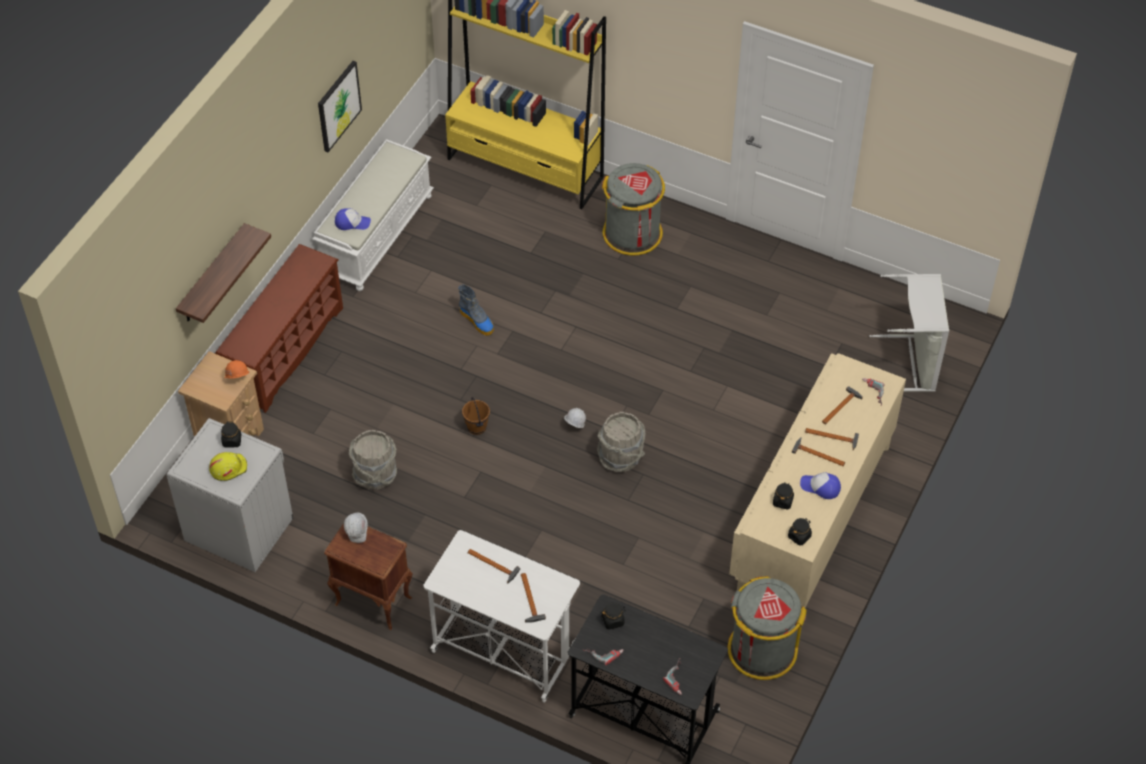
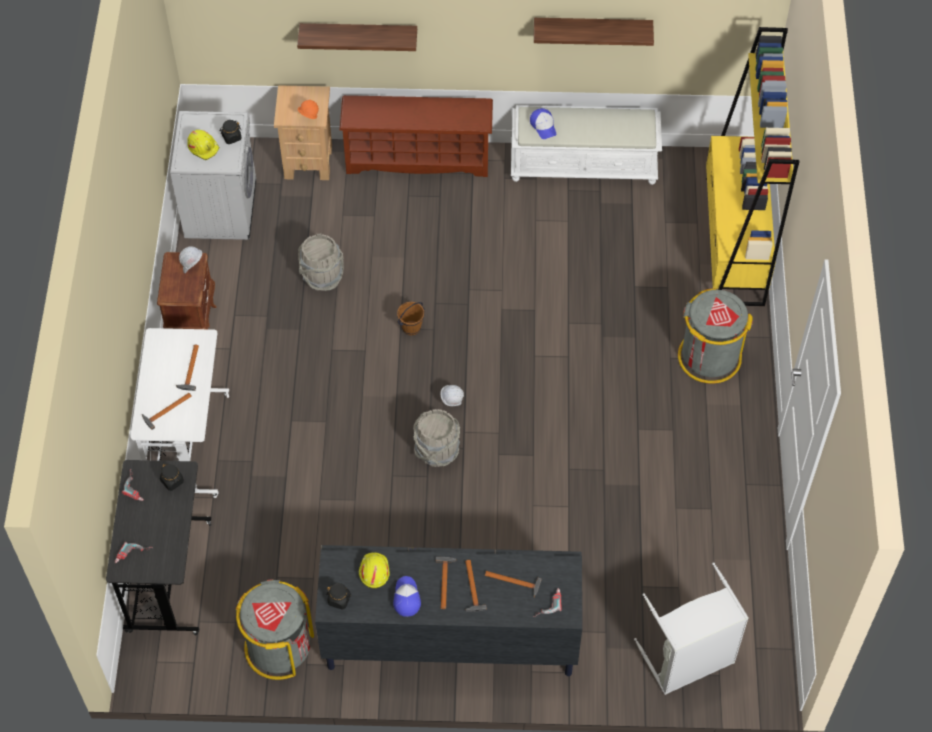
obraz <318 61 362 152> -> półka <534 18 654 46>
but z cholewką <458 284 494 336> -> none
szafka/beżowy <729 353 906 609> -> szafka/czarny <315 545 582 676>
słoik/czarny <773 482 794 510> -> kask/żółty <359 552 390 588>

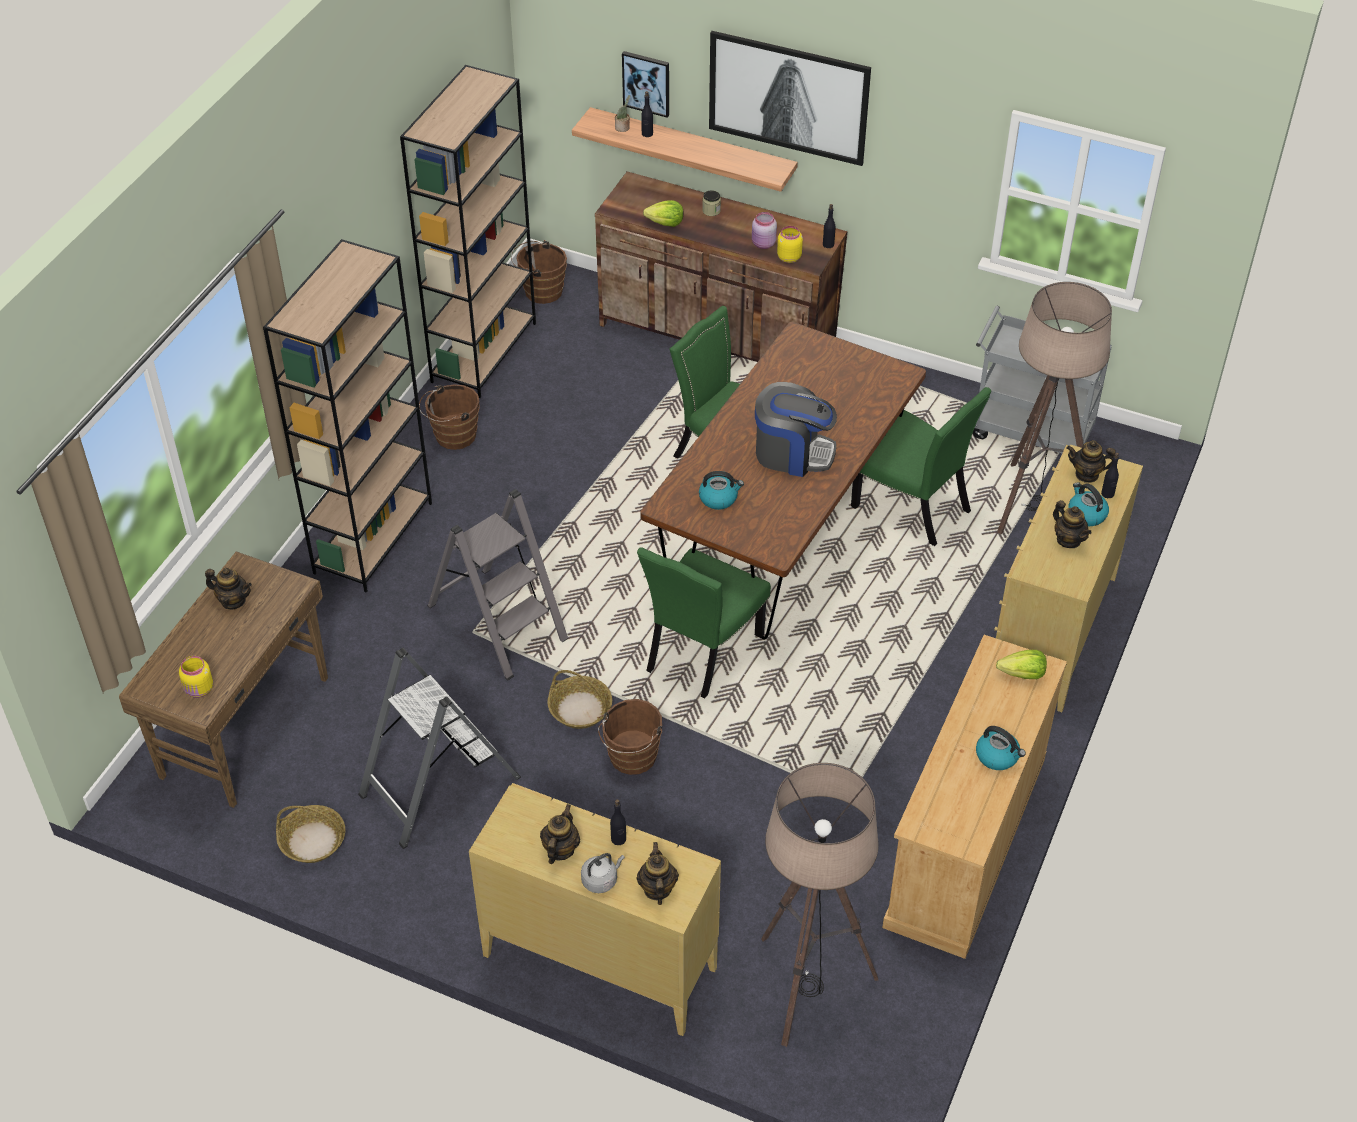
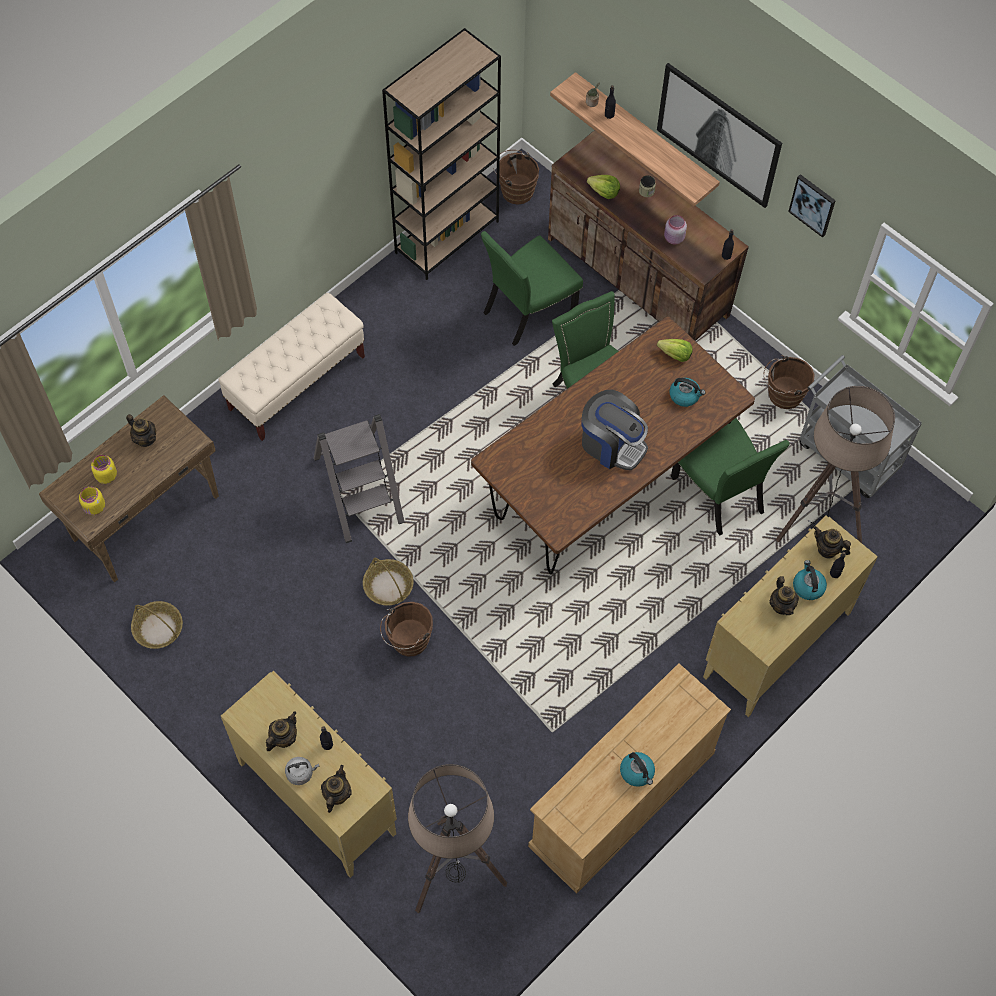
regał/beżowy <263 239 432 593> -> ławka/beżowy <218 293 365 441>
drabinka/szary <358 648 521 849> -> none
wiadro/brązowy <419 384 480 450> -> wiadro/brązowy <763 355 815 409>, shifted
obraz <622 51 669 118> -> obraz <788 174 836 238>, shifted
krzesło/zielony <637 547 771 698> -> krzesło/zielony <481 231 583 346>, shifted
czajnik <699 471 744 510> -> czajnik <670 378 705 407>, shifted
słoik/żółty <777 226 803 263> -> słoik/żółty <91 455 117 484>, shifted
sałata <996 650 1047 679> -> sałata <657 339 693 362>, shifted

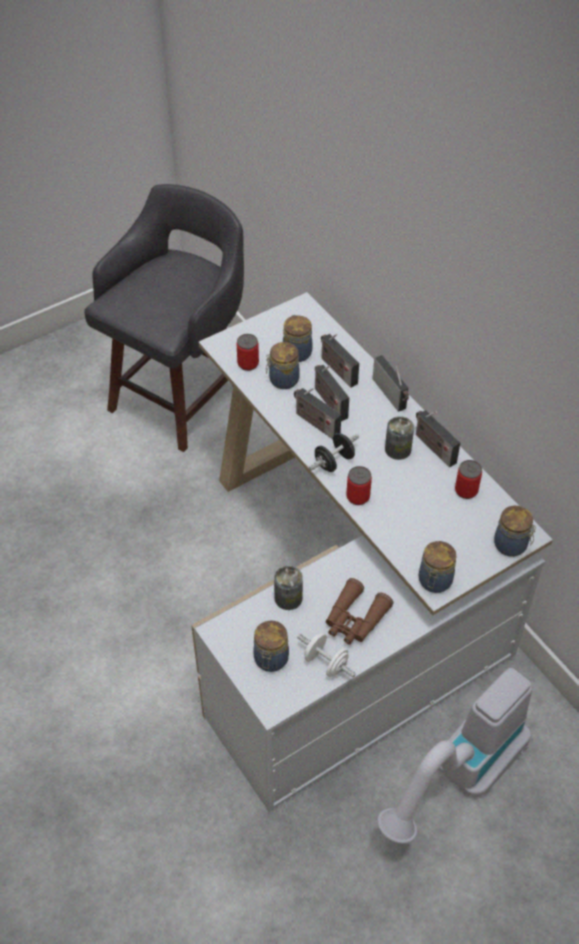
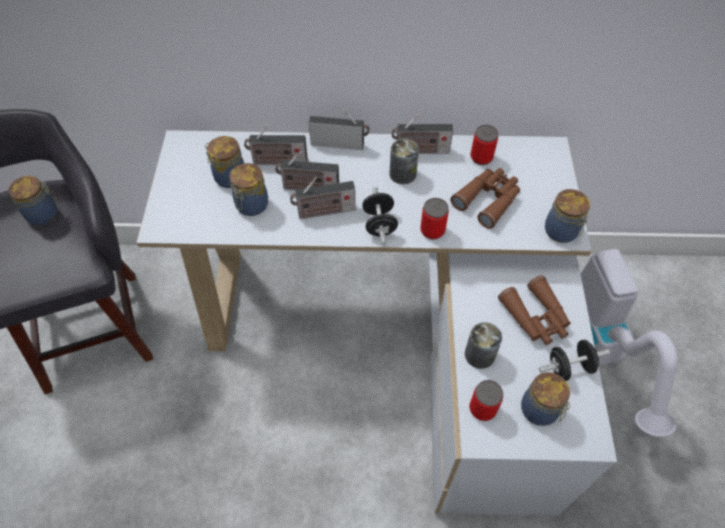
puszka <237 334 259 371> -> puszka <469 380 503 421>, shifted
hantel/biały <297 633 356 677> -> hantel/czarny <539 340 610 381>
słoik <494 506 536 557> -> słoik <8 176 57 225>, shifted
none -> lornetka/brązowy <450 168 520 229>

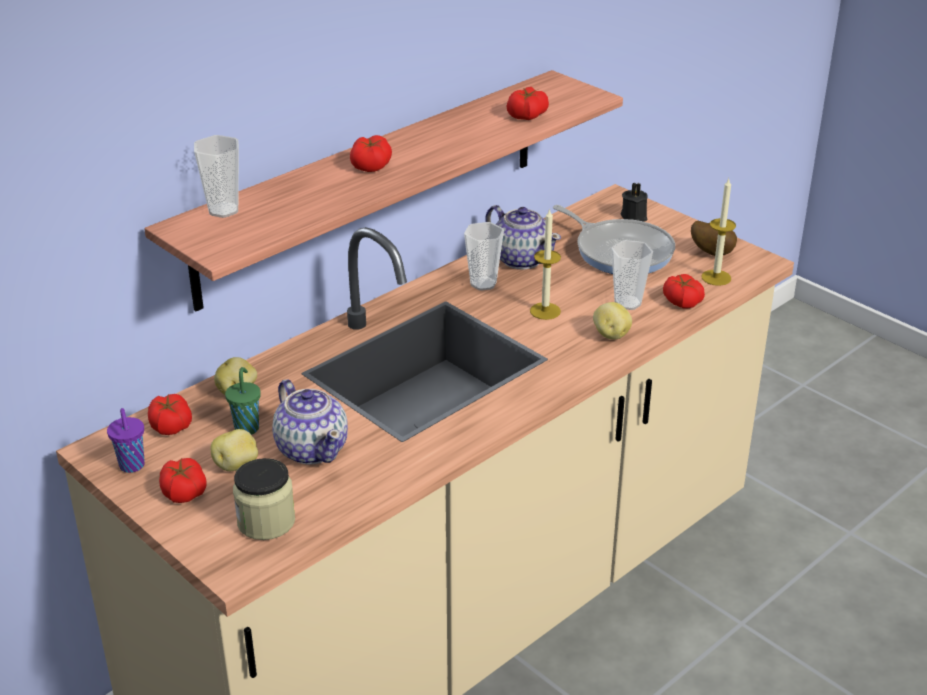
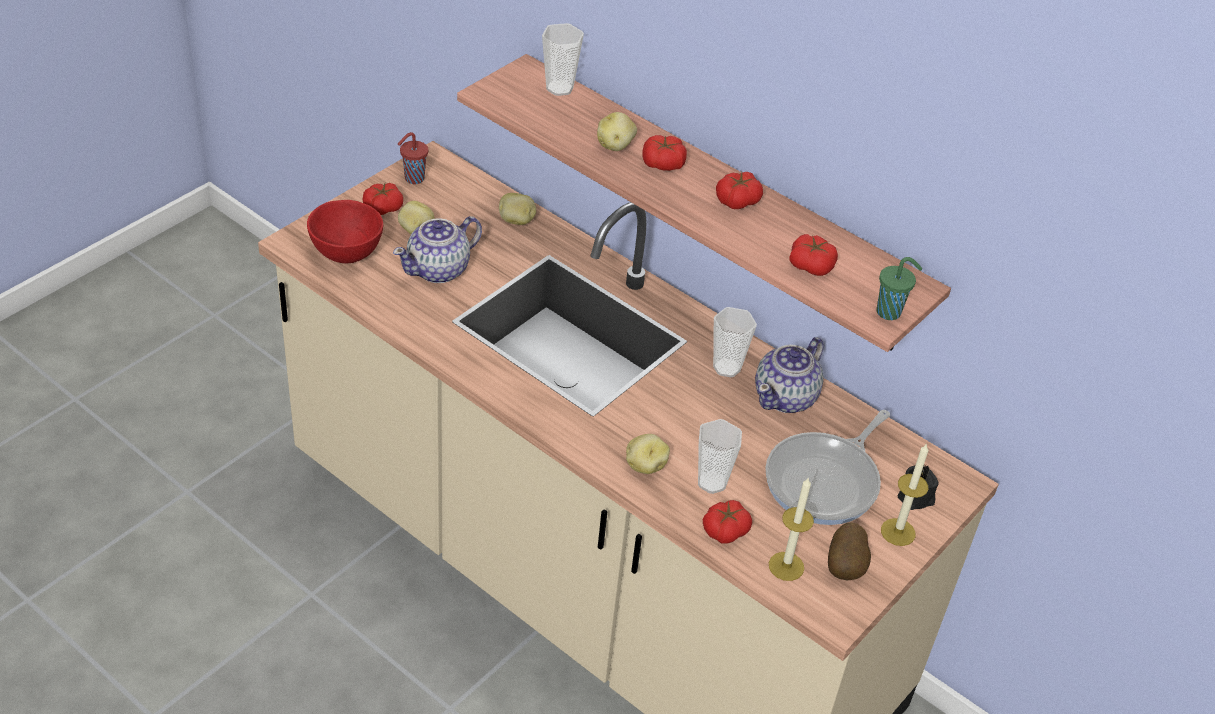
filiżanka/fioletowy <107 408 145 473> -> filiżanka/czerwony <398 132 428 184>
pomidor <148 394 192 435> -> pomidor <716 172 763 209>, shifted
filiżanka/zielony <225 367 261 435> -> filiżanka/zielony <877 257 922 320>, shifted
słoik <233 458 295 540> -> miska/czerwony <307 200 383 264>
świeca <530 208 561 320> -> świeca <881 443 929 546>, shifted
none -> ziemniak <597 112 637 151>

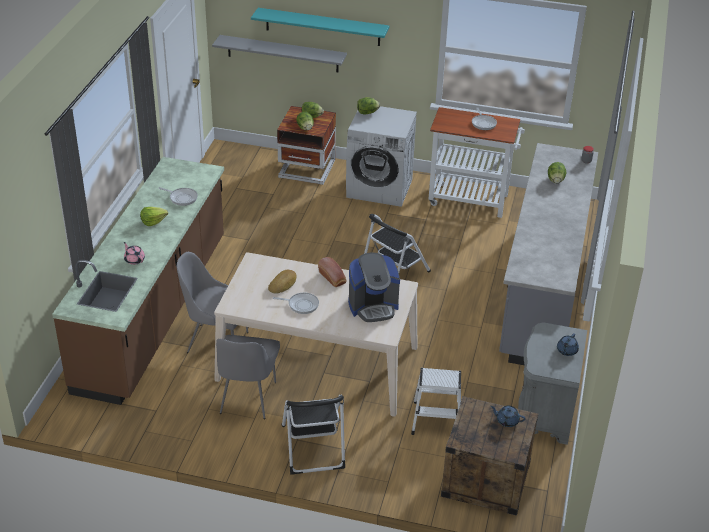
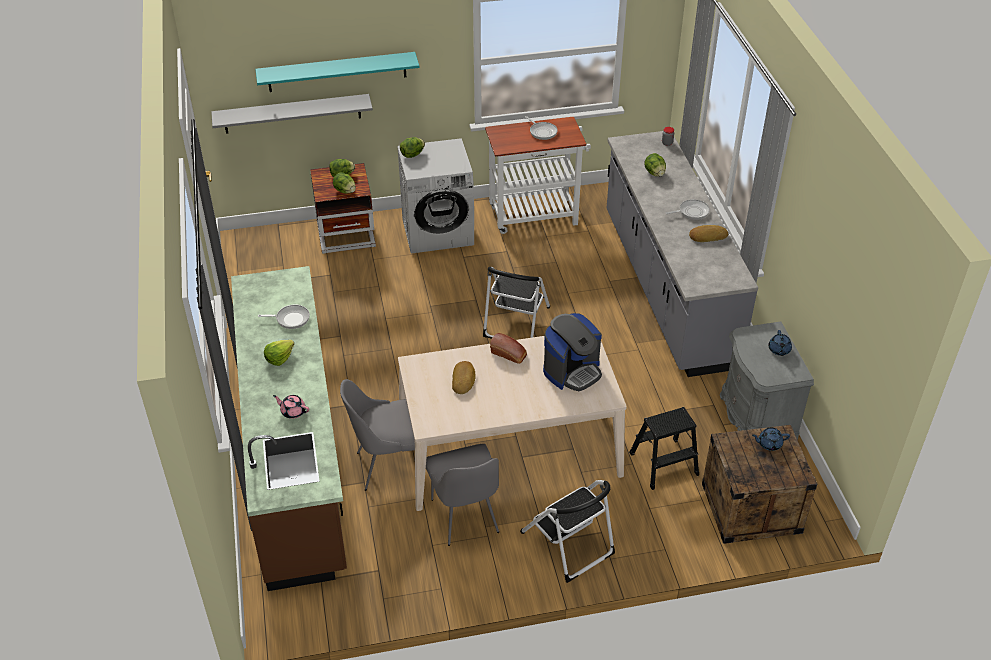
patelnia <273 293 319 314> -> patelnia <665 199 710 220>, shifted
drabinka/biały <411 368 461 435> -> drabinka/czarny <629 407 699 490>
none -> chleb <689 225 728 242>

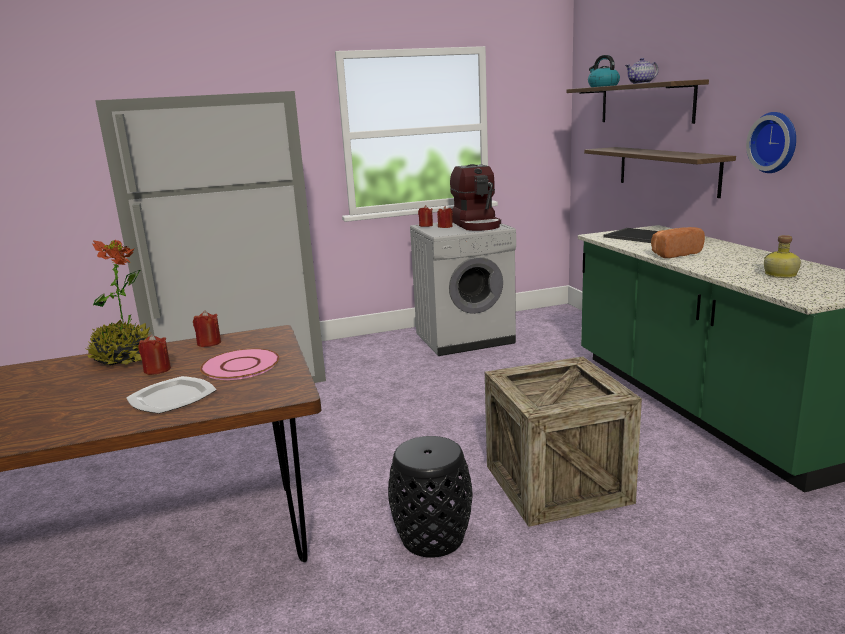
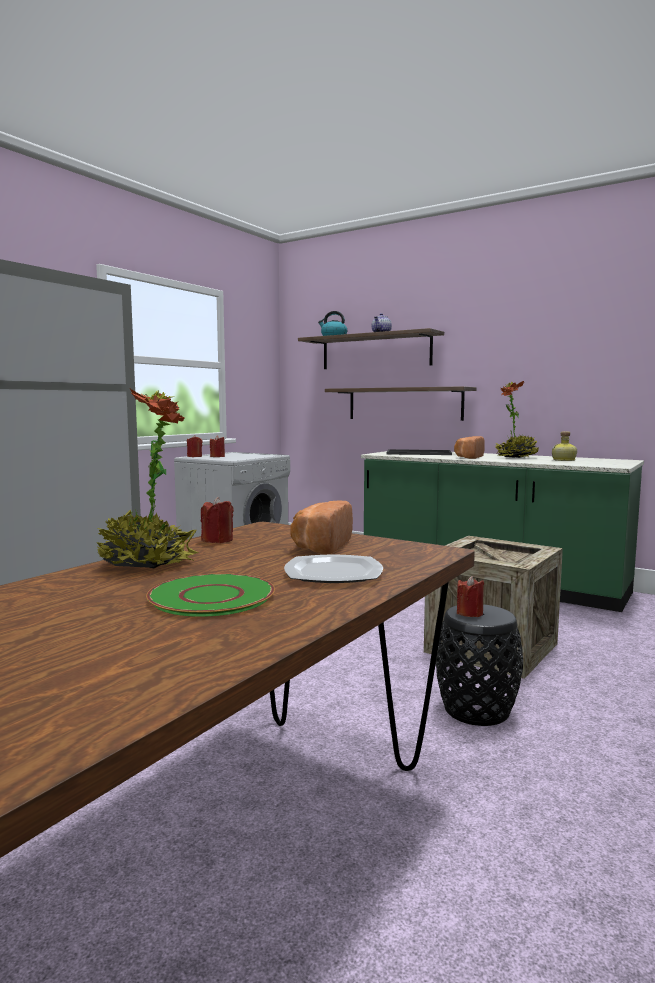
świeca/czerwony <138 334 171 375> -> świeca/czerwony <457 576 484 617>, shifted
talerz/różowy <200 348 279 380> -> chleb <290 500 353 555>
ekspres do kawy <450 164 501 231> -> none
zegar ścienny <746 112 796 173> -> none
none -> talerz/zielony <146 574 275 617>
none -> roślina doniczkowa <495 381 539 458>

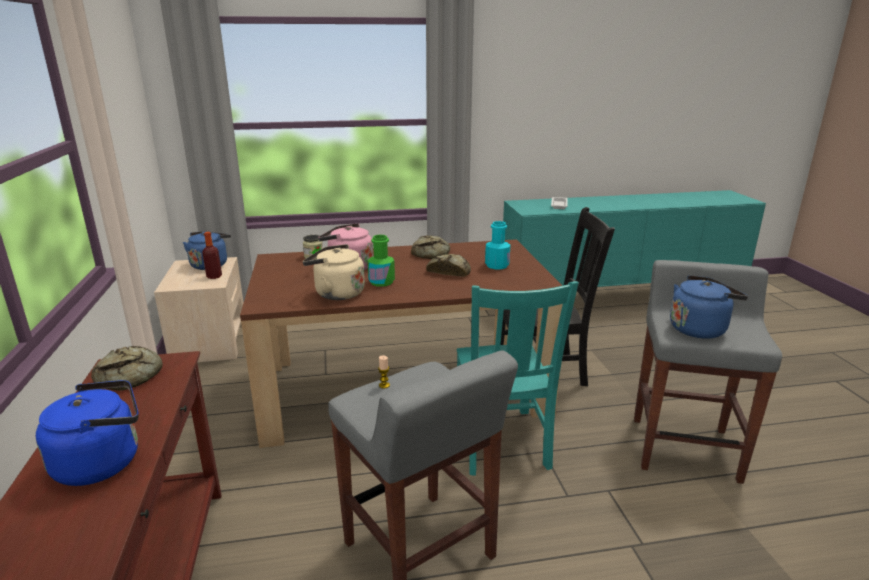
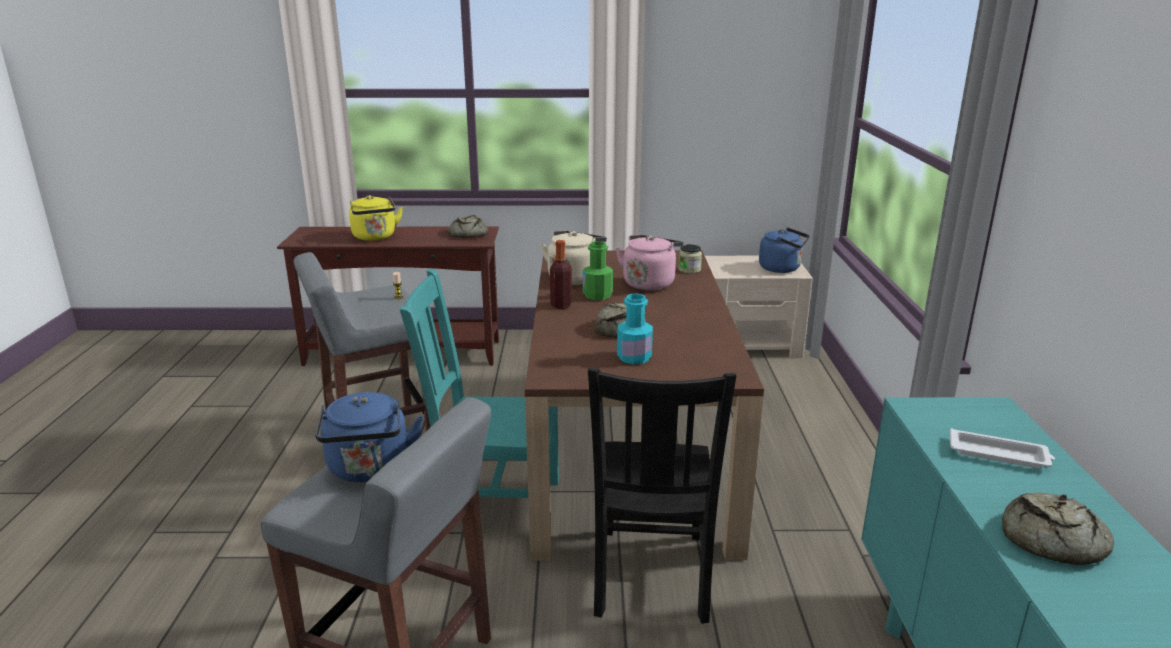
czajnik/niebieski <36 380 139 486> -> czajnik/żółty <349 195 403 241>
butelka <202 232 222 279> -> butelka <550 240 572 309>, shifted
chleb <411 235 450 259> -> chleb <1002 493 1114 565>, shifted

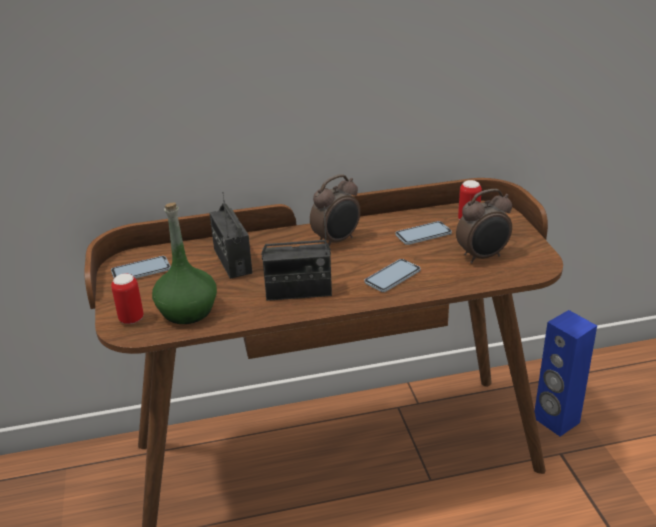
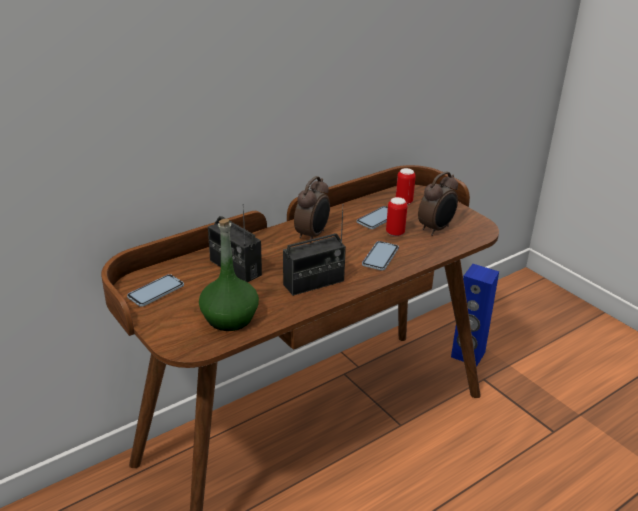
puszka <111 274 144 324> -> puszka <386 197 407 236>, shifted

